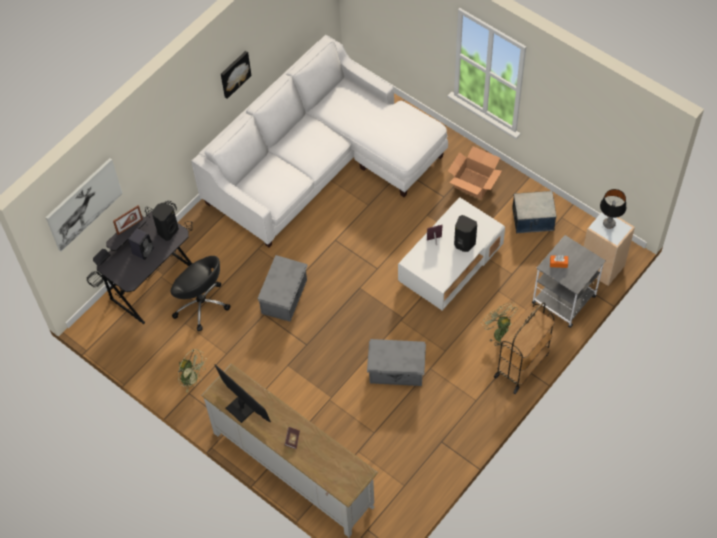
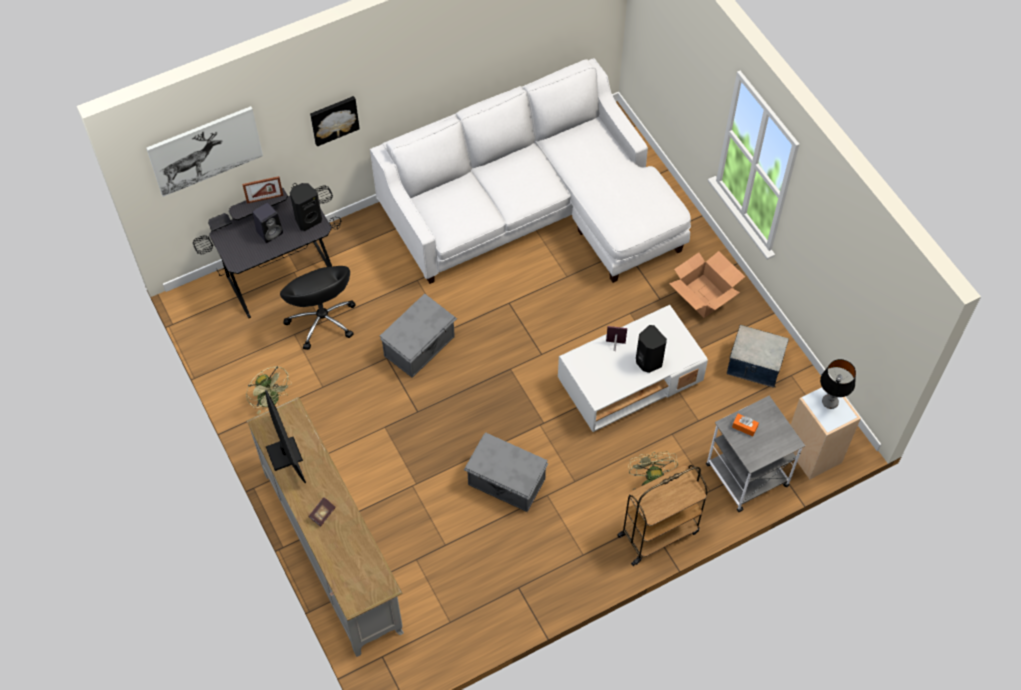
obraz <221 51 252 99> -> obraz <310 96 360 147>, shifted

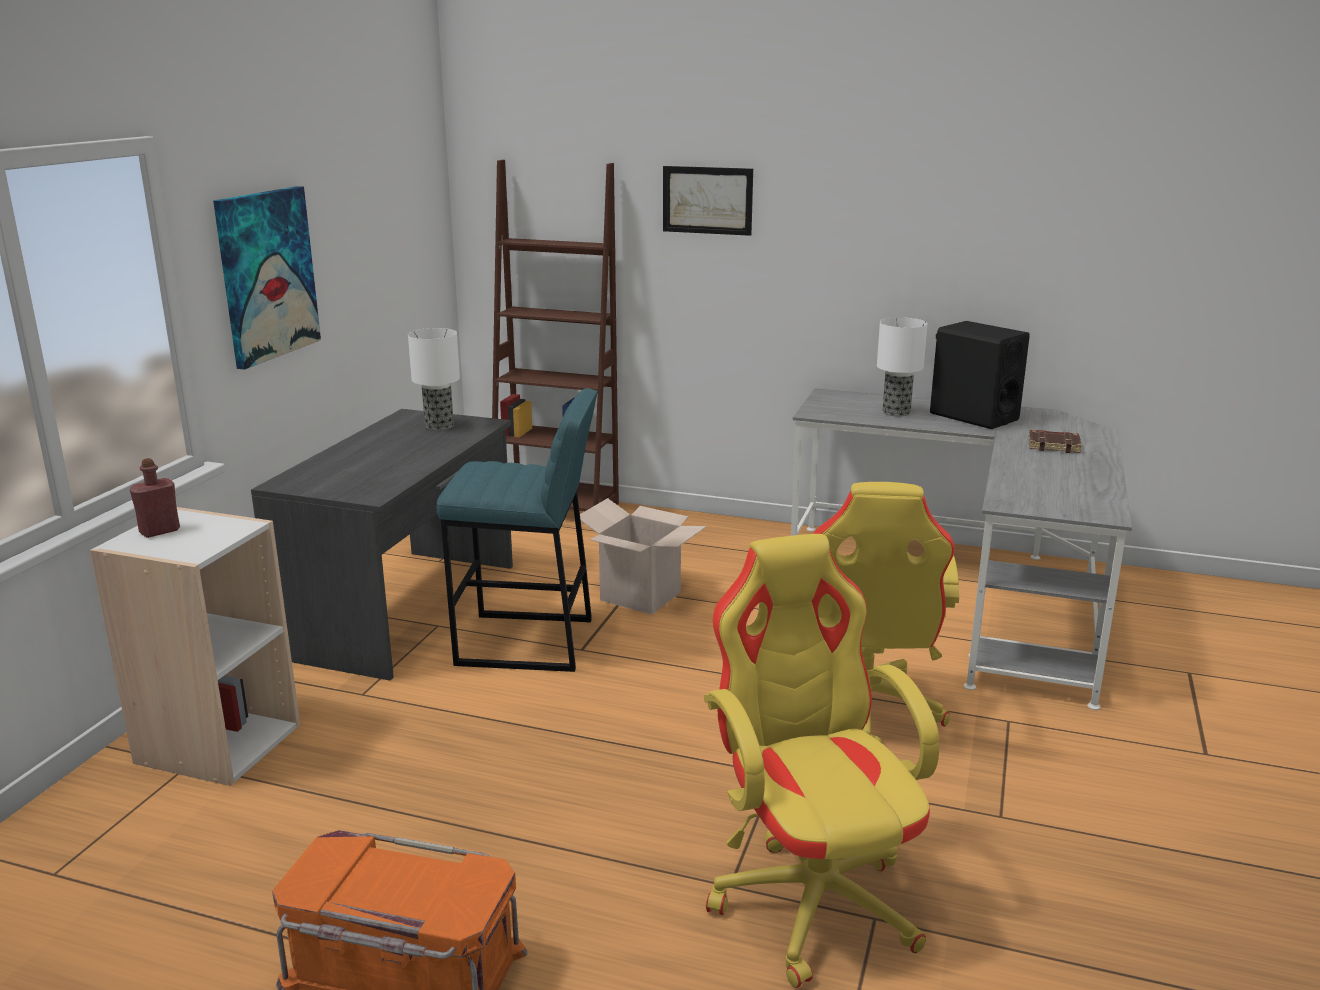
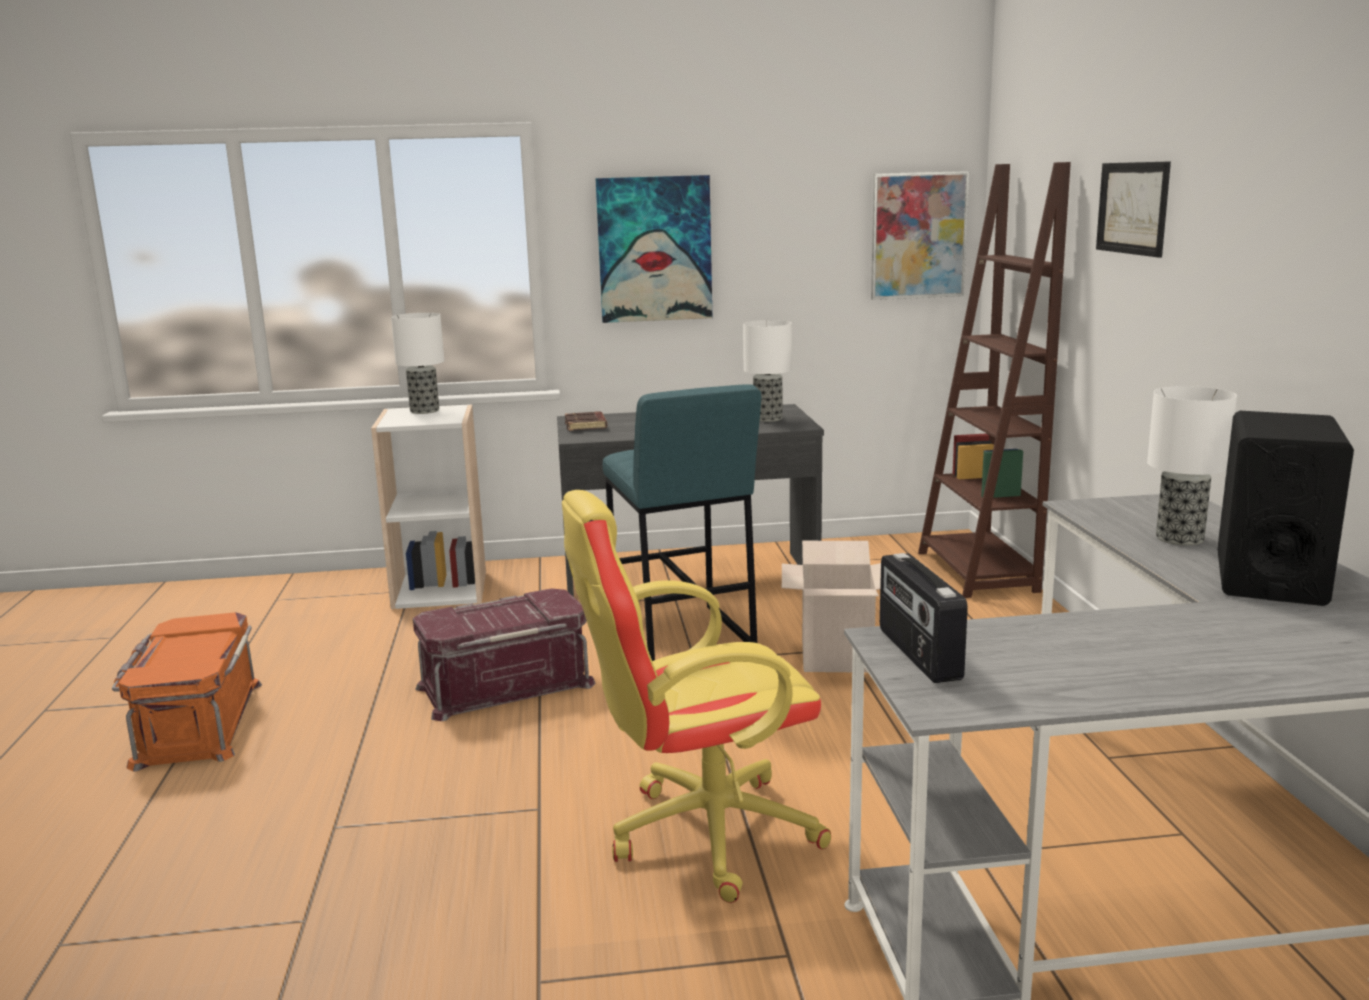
butelka/czerwony <130 458 180 538> -> lampa stołowa <391 313 445 414>
krzesło biurowe/żółty <704 534 939 988> -> none
książka/brązowy <1029 430 1082 453> -> książka/brązowy <565 411 607 431>, shifted
none -> pojemnik do przechowywania/czerwony <413 588 596 721>
none -> obraz <871 171 969 300>
none -> radio <880 553 968 683>

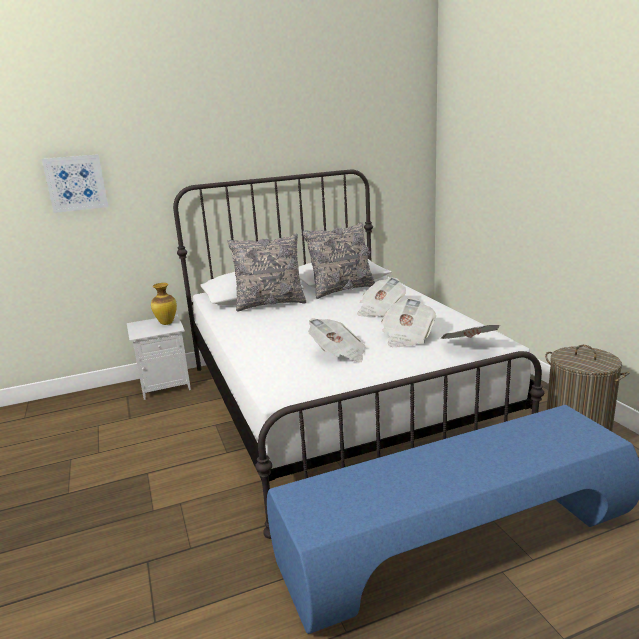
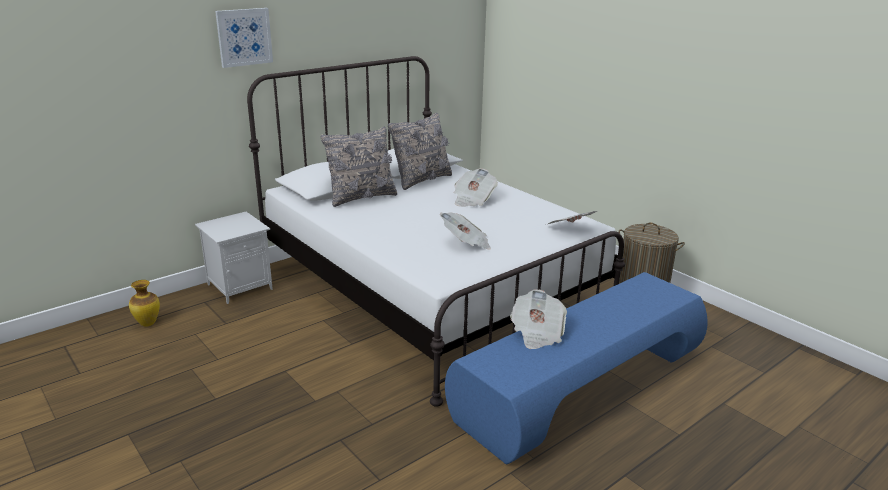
obraz <42 154 108 213> -> obraz <215 8 273 68>, shifted
wazon <151 283 177 325> -> wazon <129 280 160 327>, shifted
gazeta <381 298 436 347> -> gazeta <510 289 567 349>, shifted

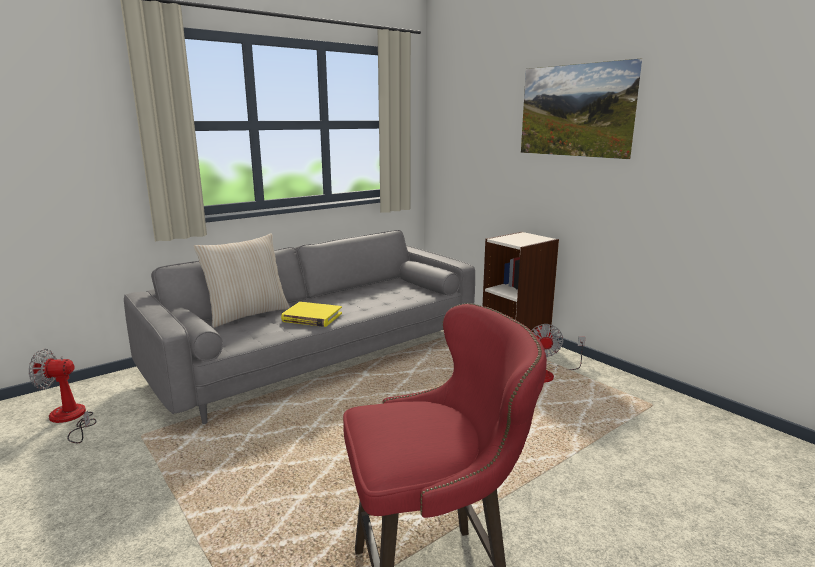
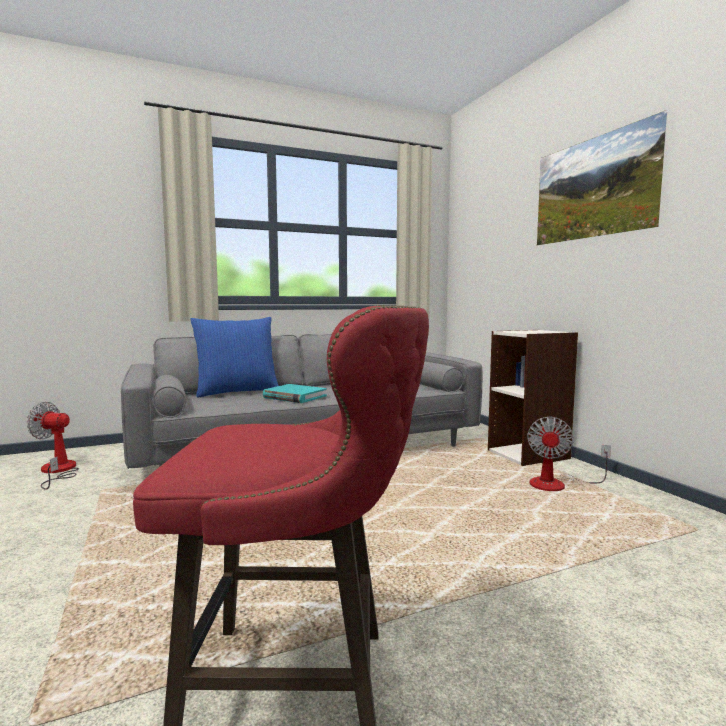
poduszka/beżowy <193 233 290 328> -> poduszka/niebieski <190 317 279 398>
książka/żółty <281 302 342 327> -> książka/turkusowy <263 384 327 403>

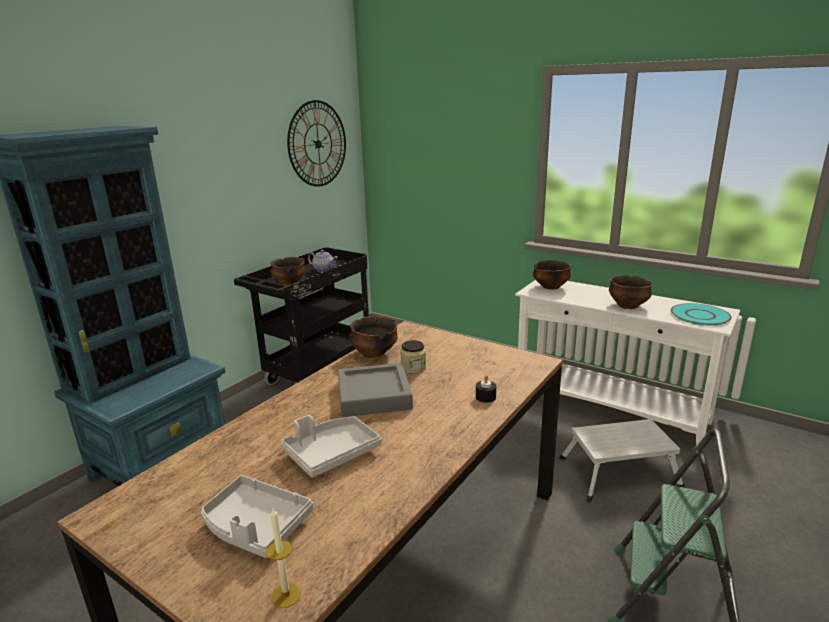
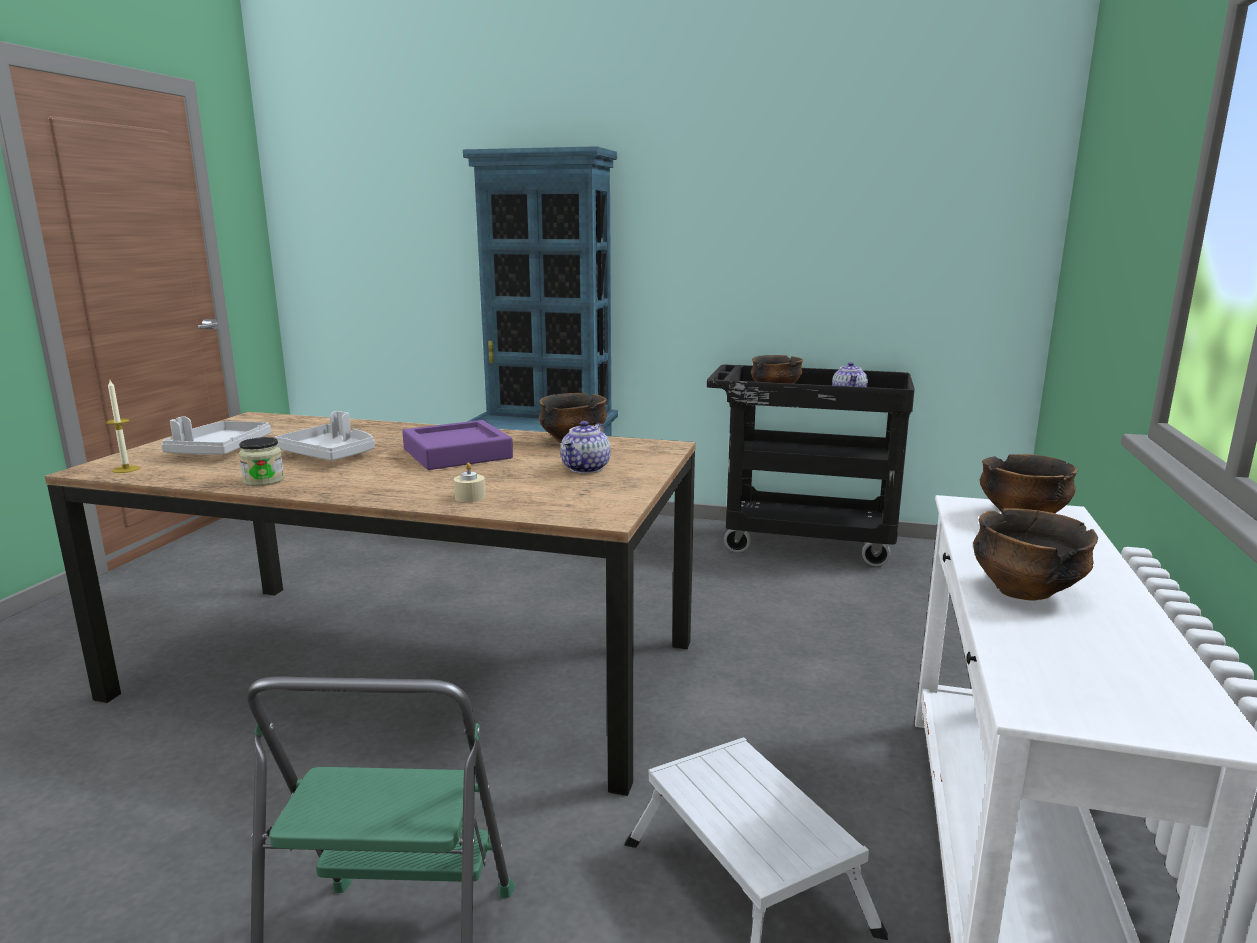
zegar ścienny <287 100 346 187> -> none
taca/szary <338 363 413 417> -> taca/fioletowy <402 420 513 470>
słoik <400 340 426 374> -> słoik <239 437 284 486>, shifted
świeca/czarny <476 376 496 403> -> świeca/beżowy <454 463 486 502>
talerz/turkusowy <671 303 732 326> -> none
none -> imbryk <561 421 611 473>

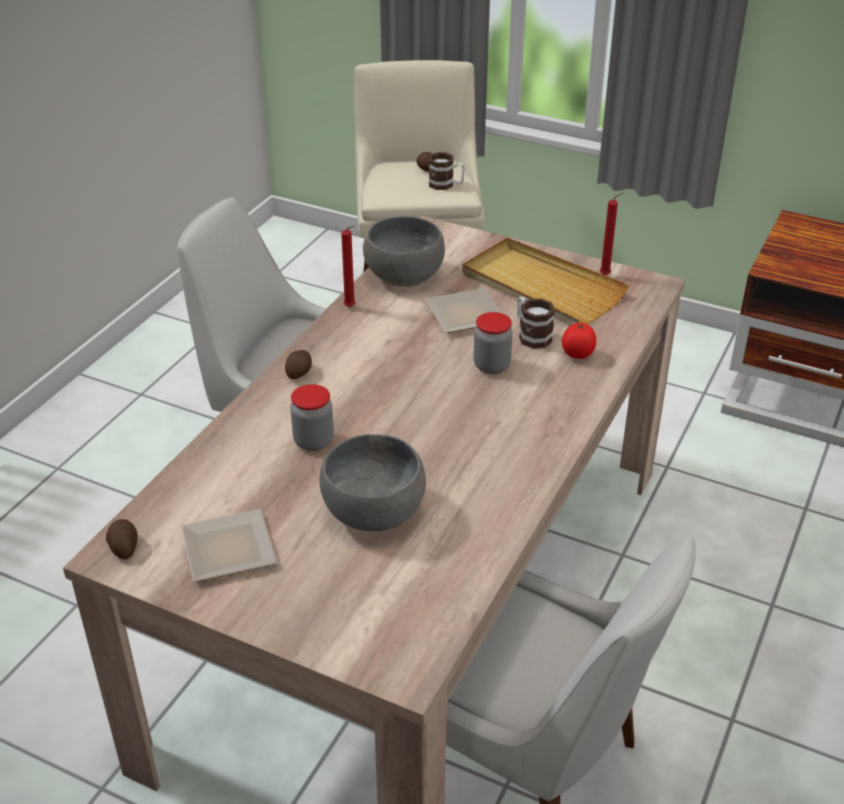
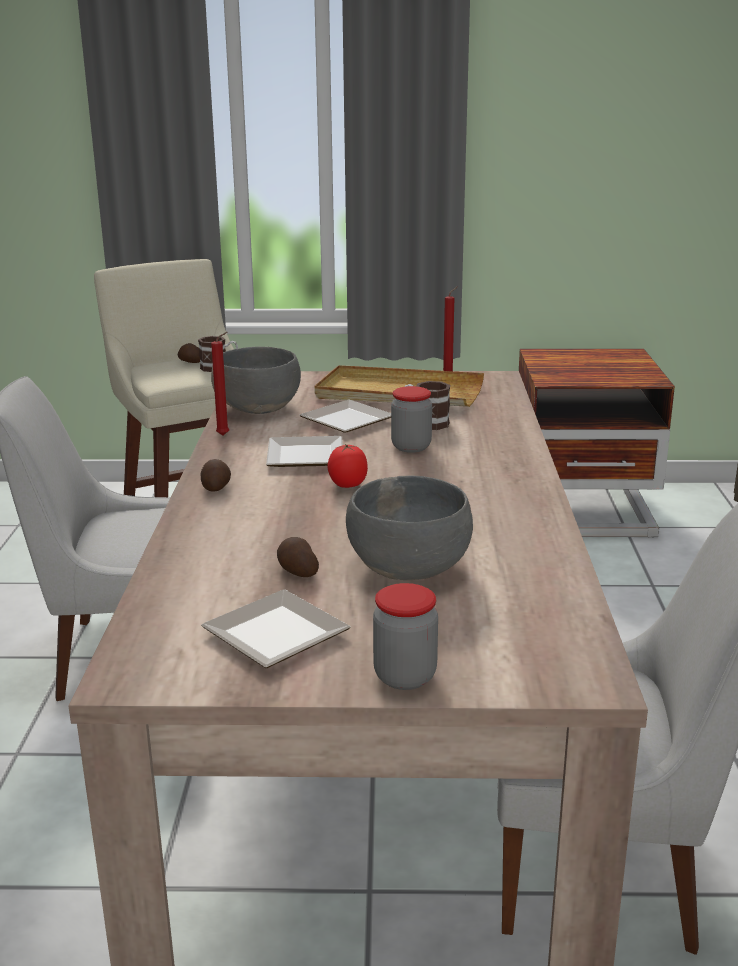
ziemniak <106 519 138 559> -> ziemniak <277 537 319 577>, shifted
słoik <290 384 334 451> -> słoik <373 583 438 690>, shifted
pomidor <562 322 596 359> -> pomidor <327 444 368 488>, shifted
none -> talerz <266 436 343 467>

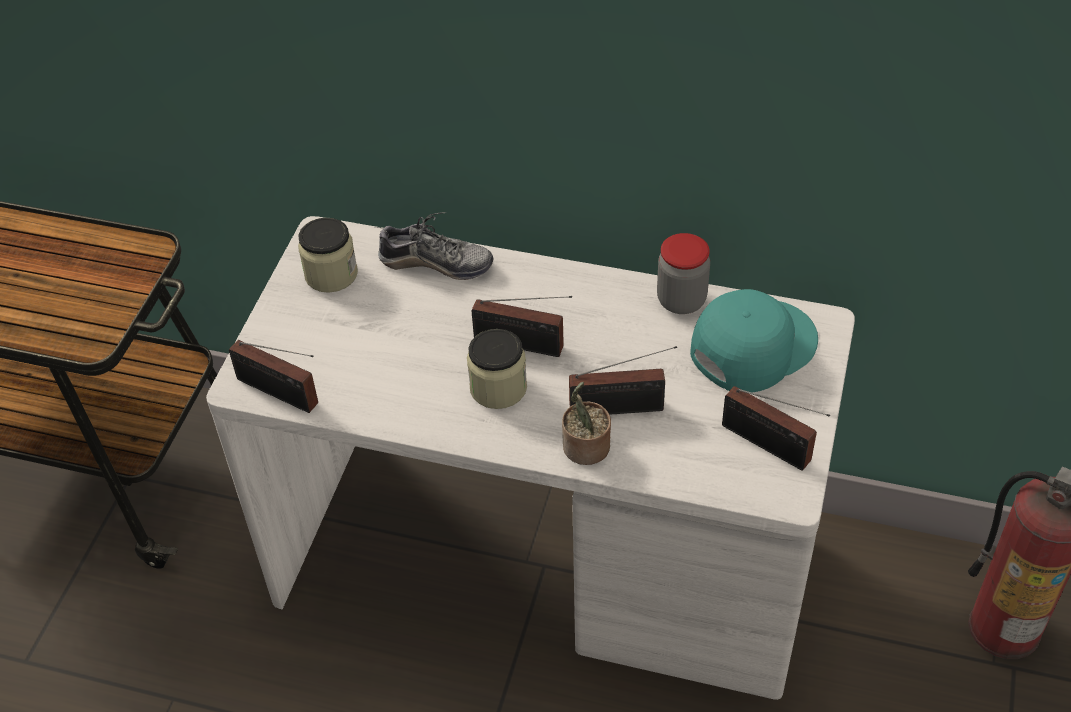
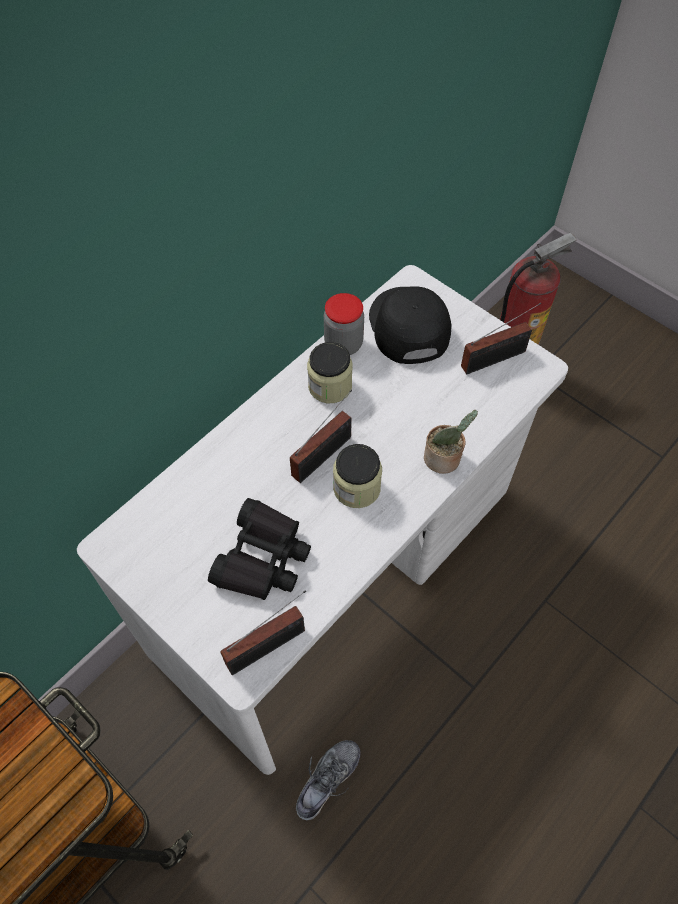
słoik <298 218 358 293> -> słoik <307 342 353 403>, shifted
but <376 212 494 280> -> but <296 740 361 820>, shifted
radio <569 346 677 415> -> none
czapka z daszkiem/turkusowy <690 289 818 392> -> czapka z daszkiem/czarny <369 286 452 364>
none -> lornetka/czarny <208 498 311 600>

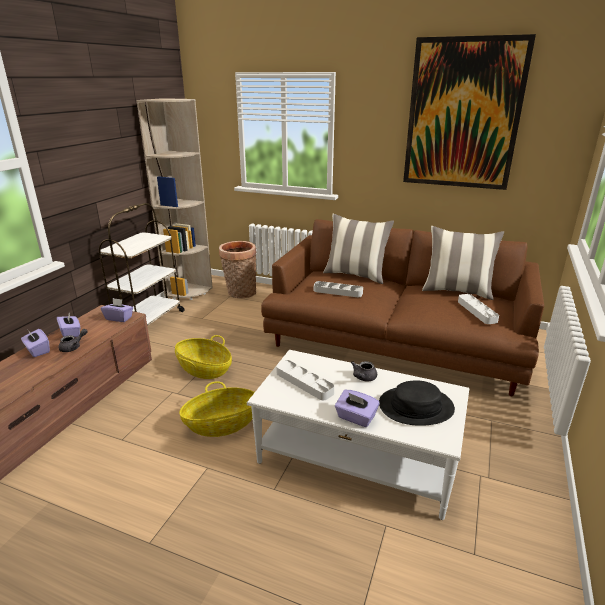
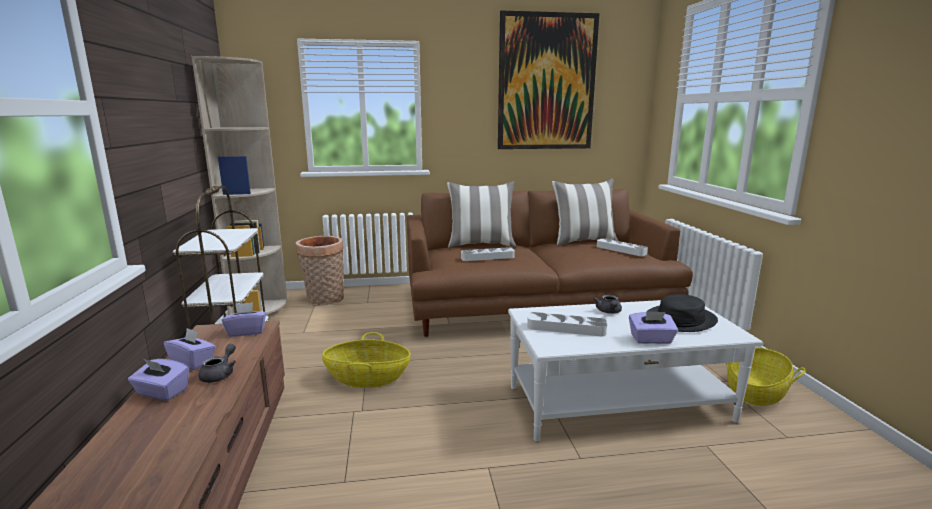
koszyk <179 381 255 437> -> koszyk <726 348 805 406>, shifted

